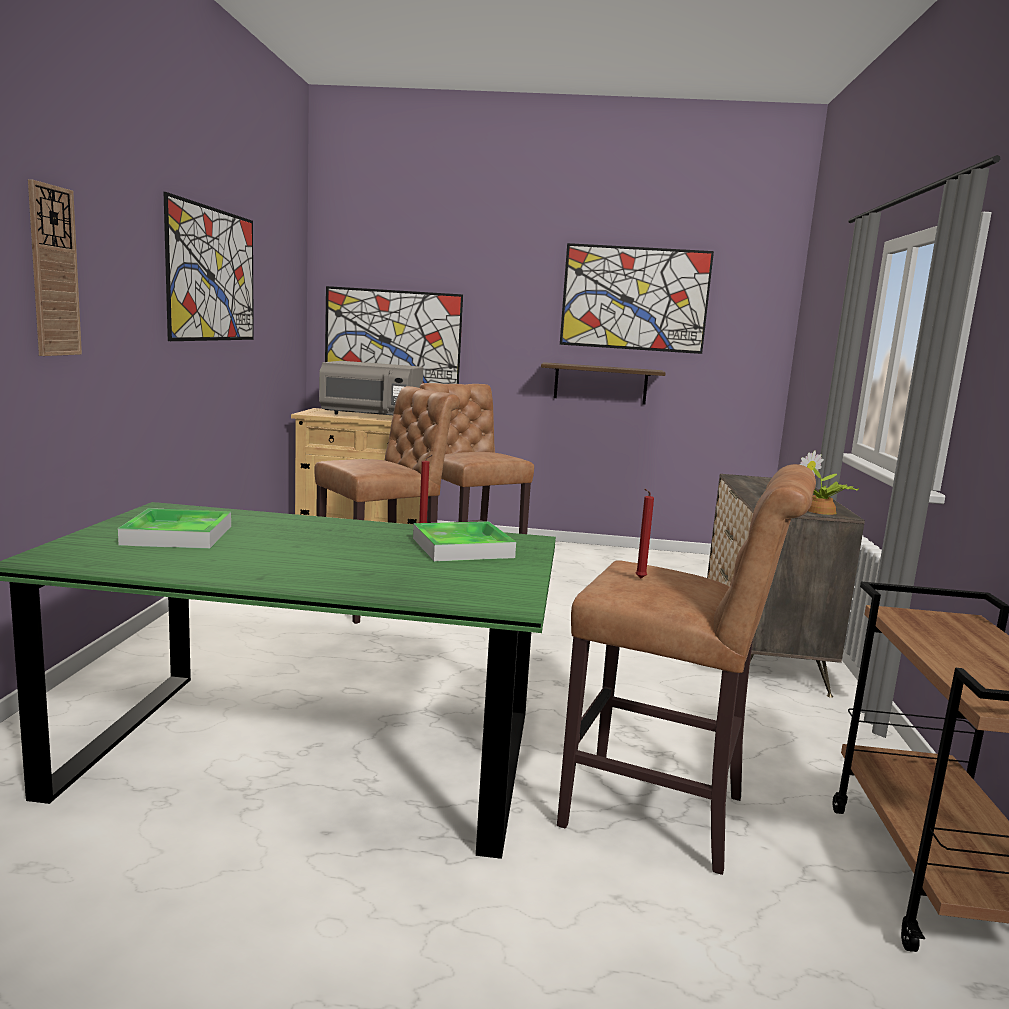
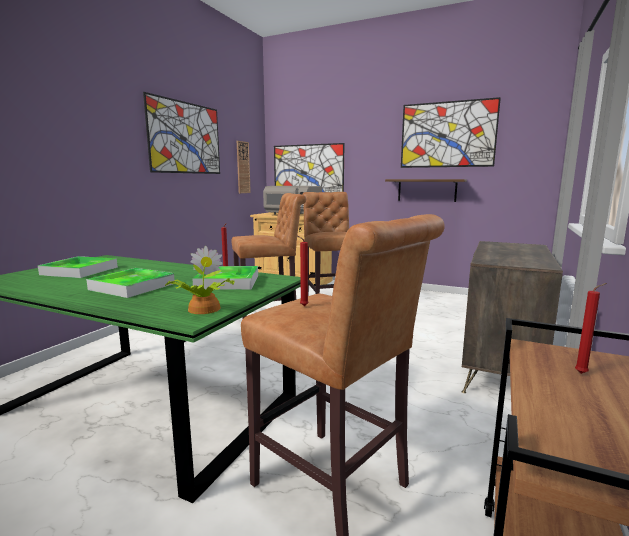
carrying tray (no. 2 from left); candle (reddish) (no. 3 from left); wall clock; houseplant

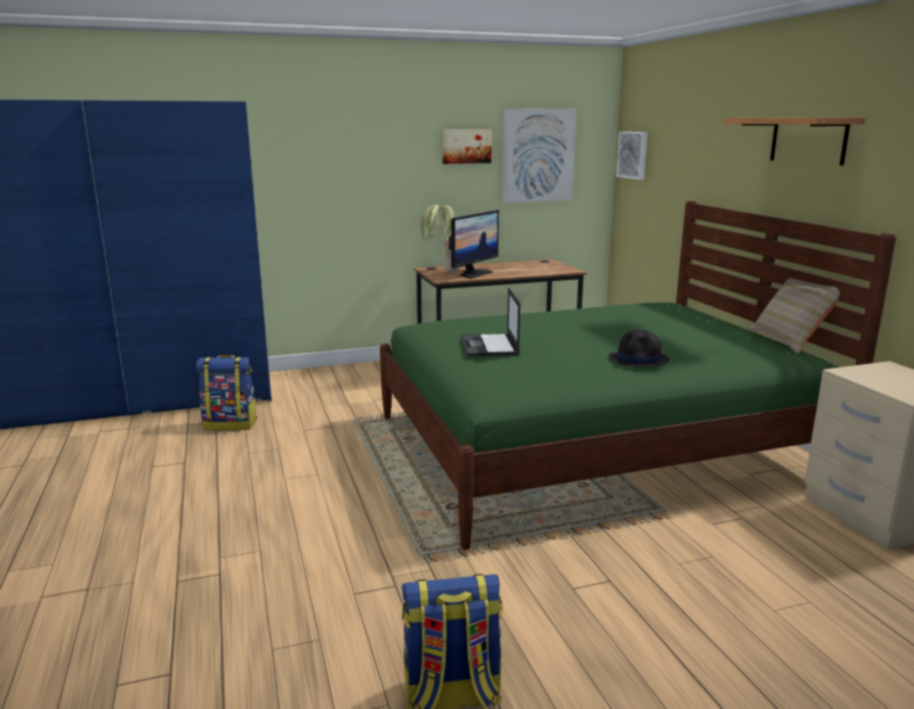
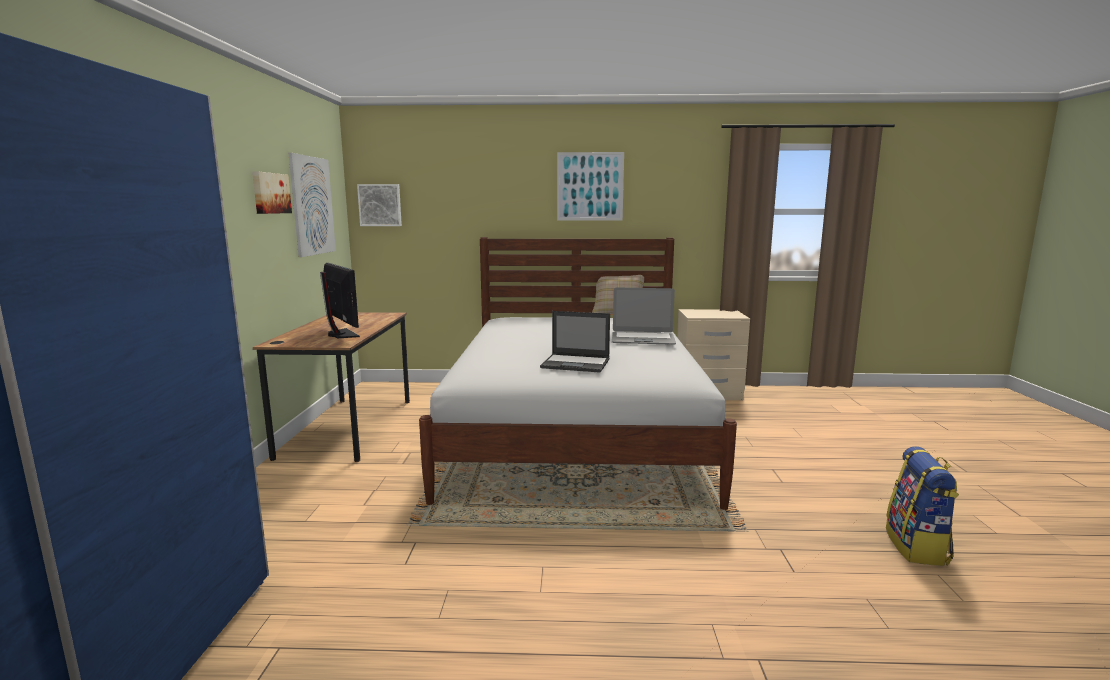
backpack (no. 1 from left in the first image); houseplant; portable computer (no. 2 from left); wall picture (no. 4 from left); bed (white-coloured)

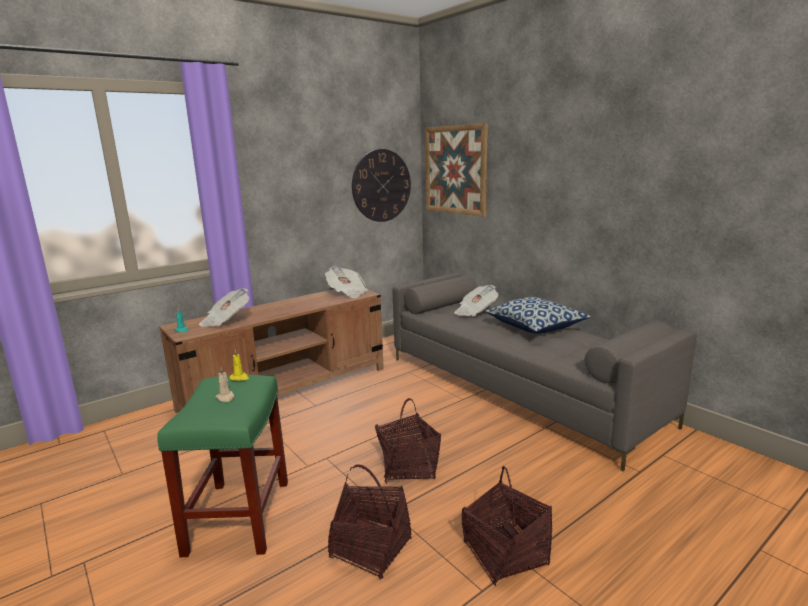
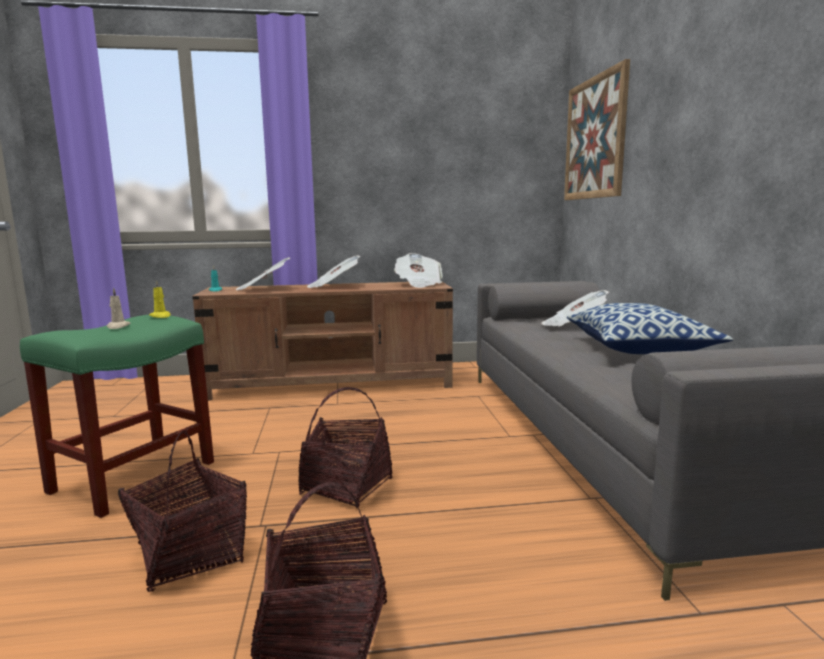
wall clock; daily paper (no. 2 from left)

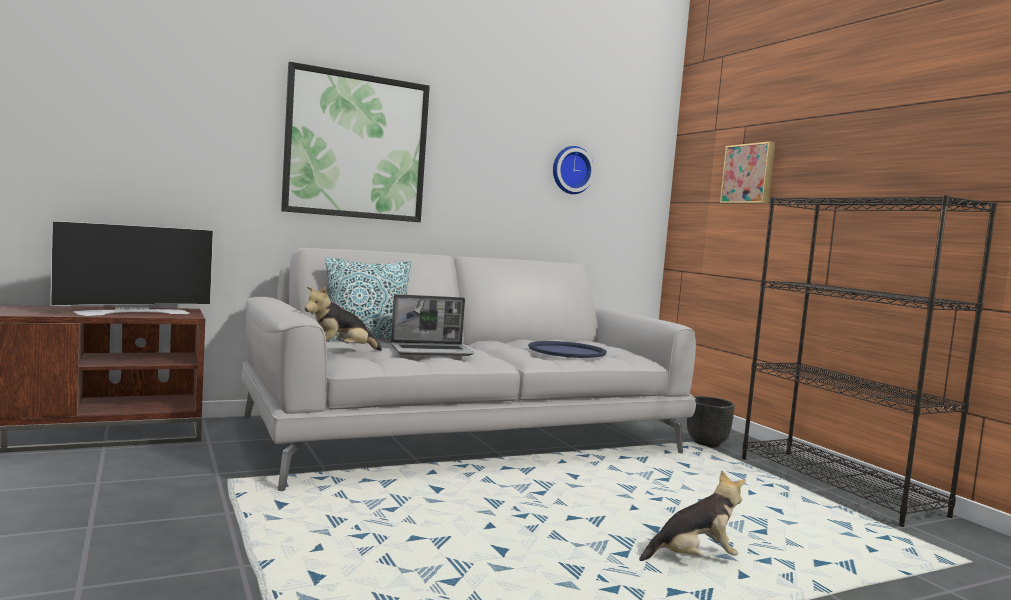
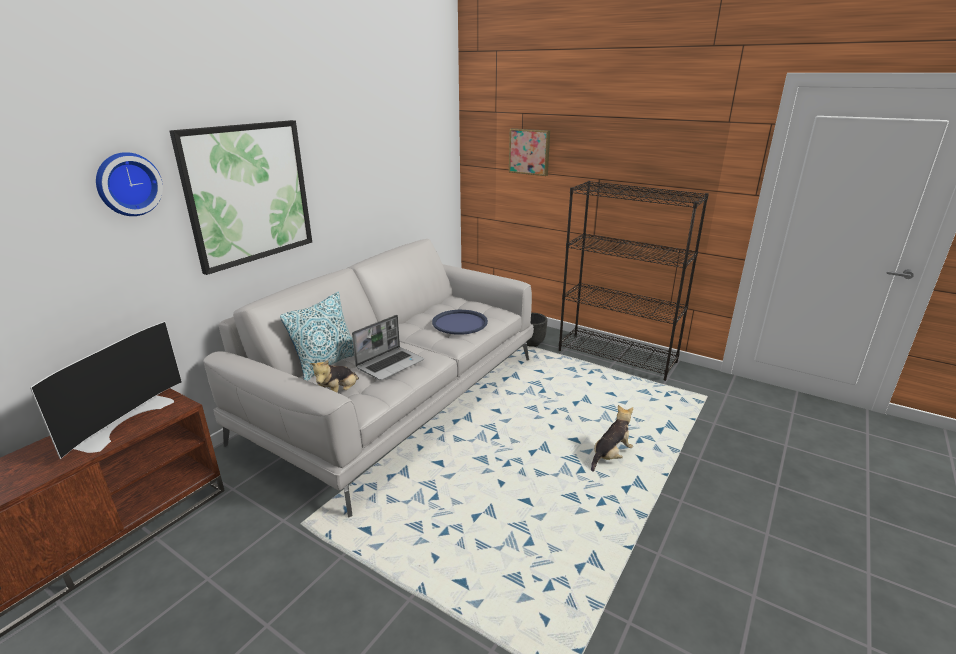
wall clock

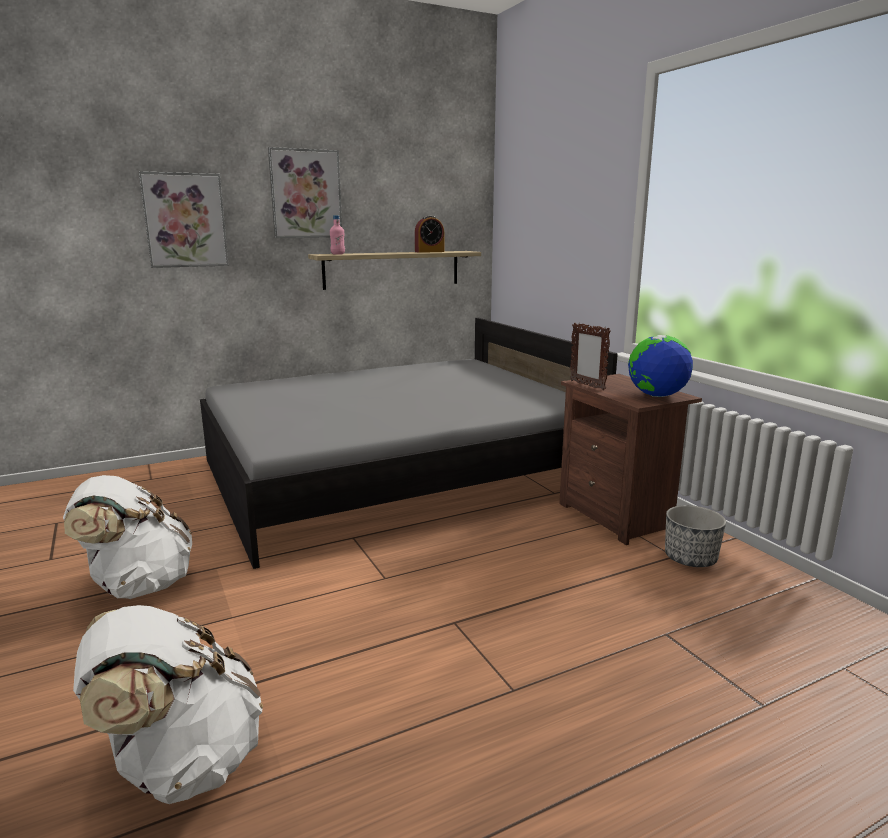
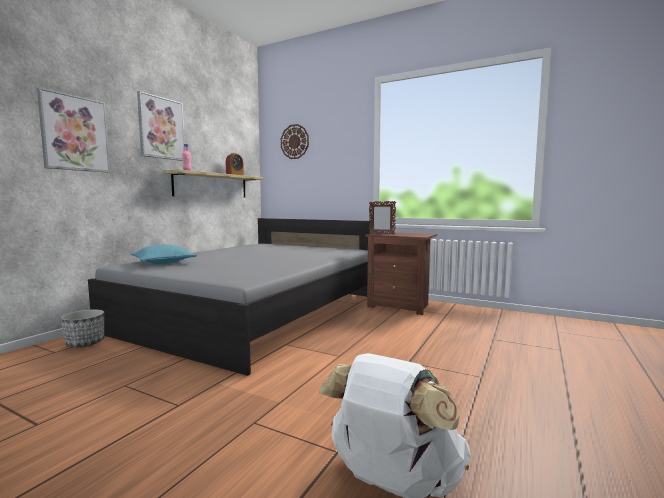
backpack (white-coloured) (no. 1 from left in the first image); world globe; throw pillow (turquoise); wall clock; flower pot

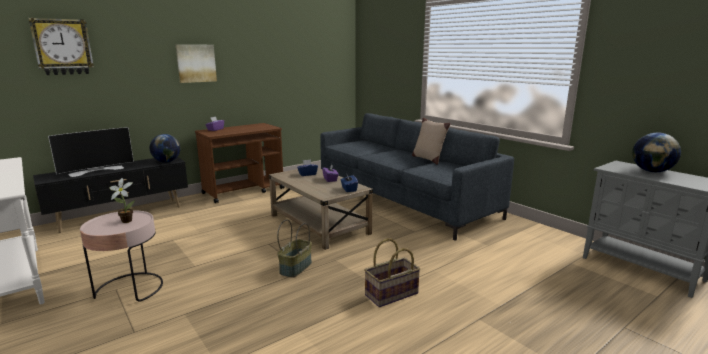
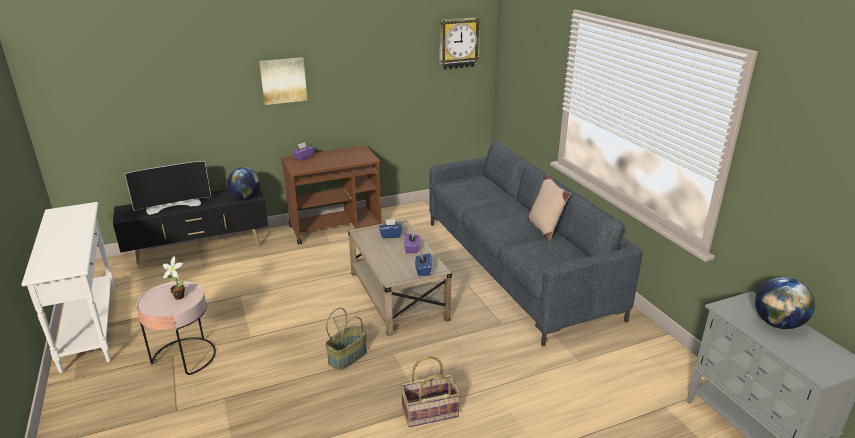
wall clock

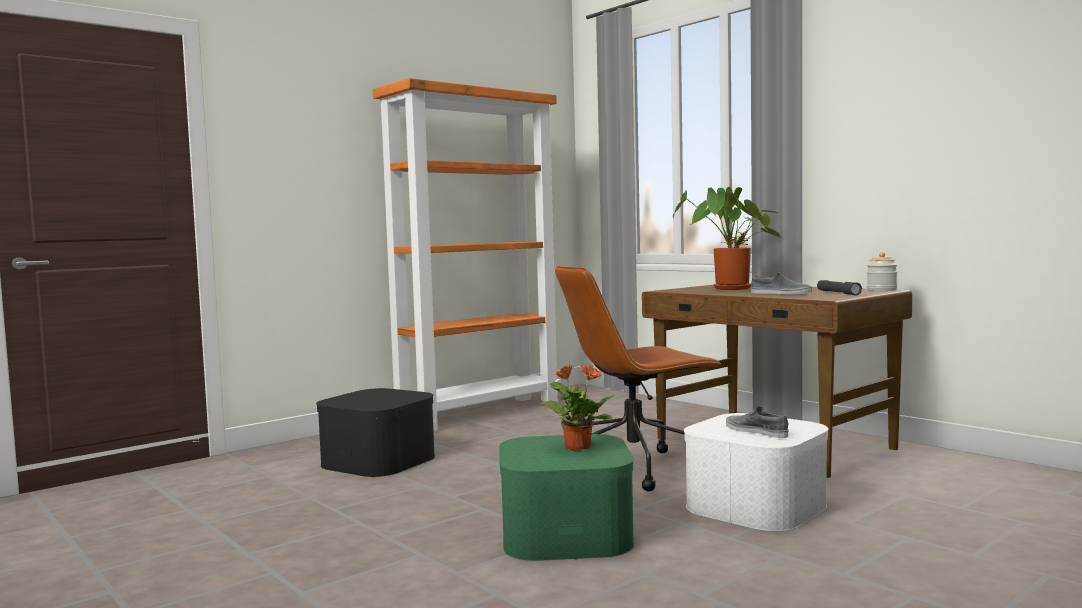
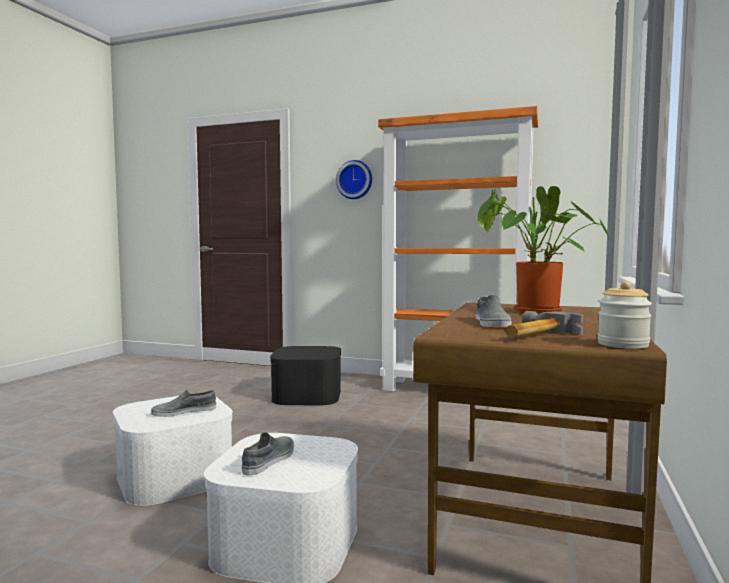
computer chair (brownish); wall clock; shoe (gray) (no. 1 from left); tool hammer; storage bin (white-coloured) (no. 1 from left)

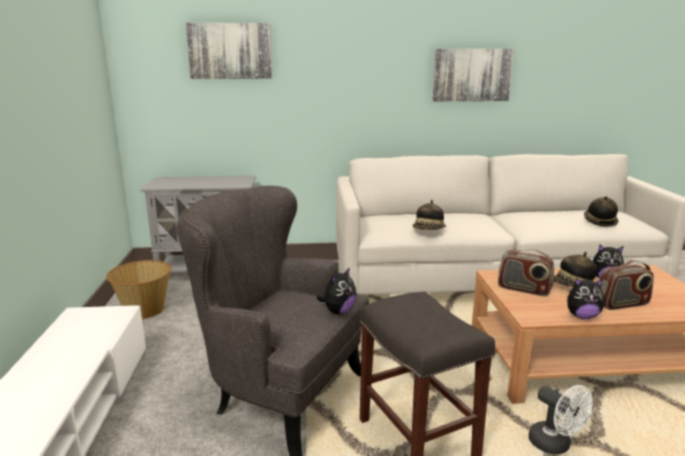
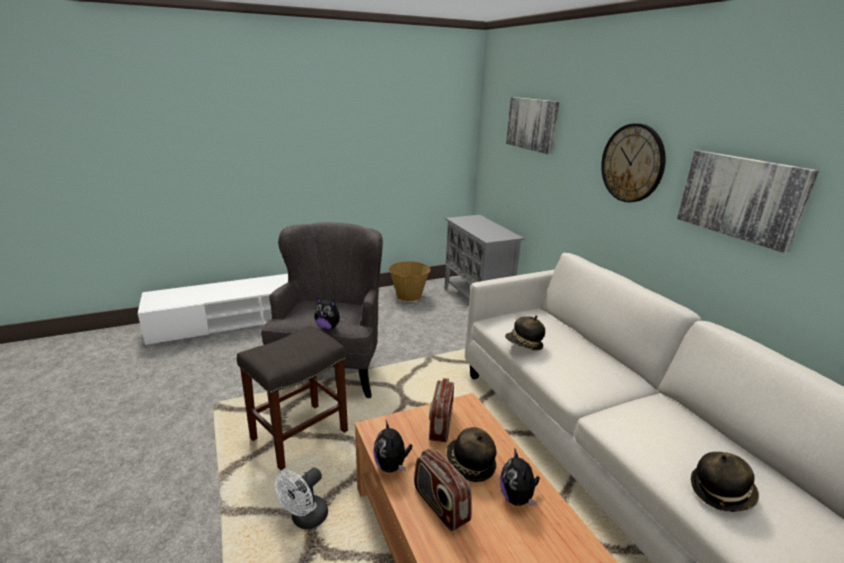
wall clock

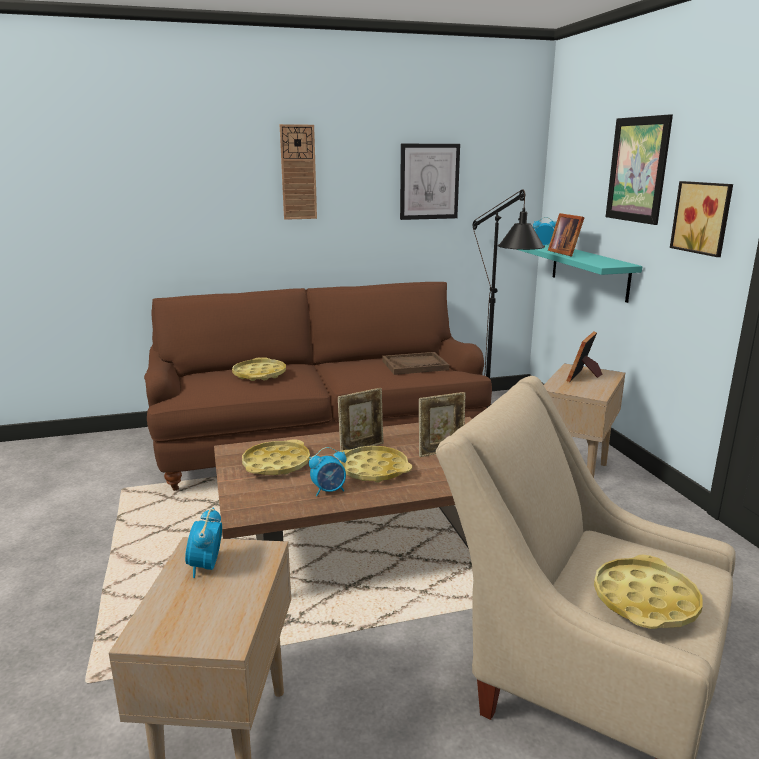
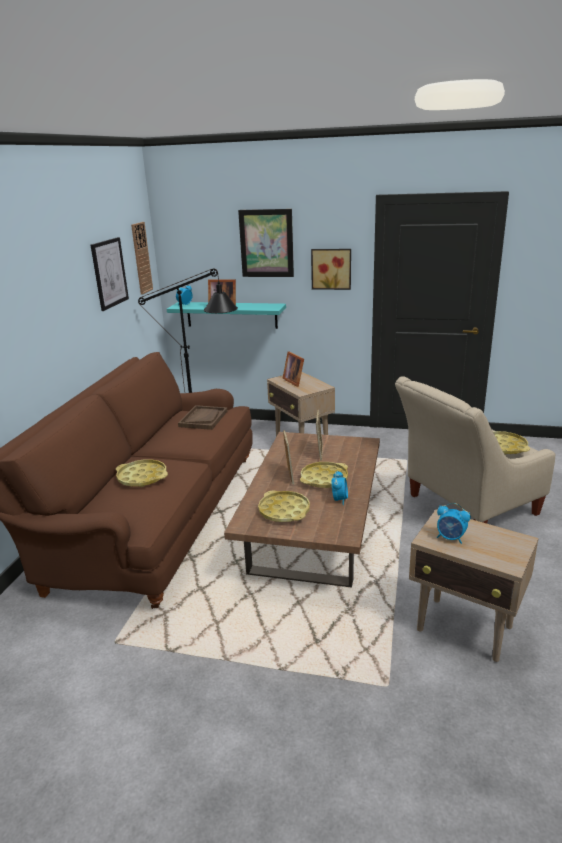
wall clock

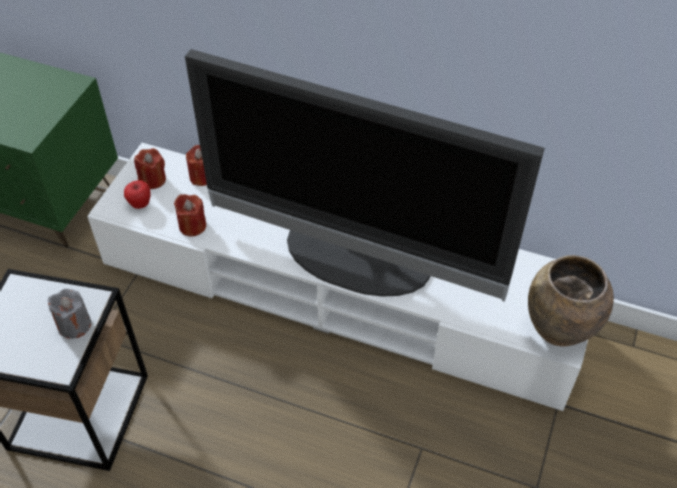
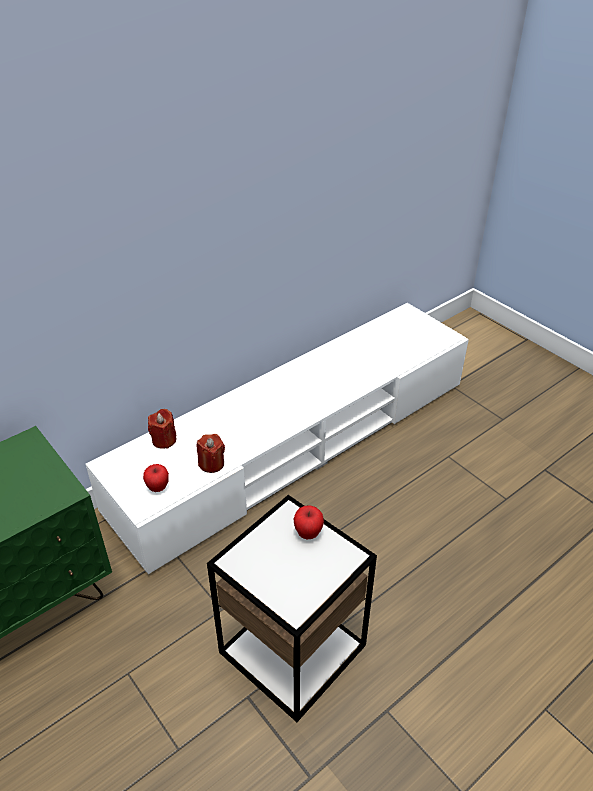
candle (reddish) (no. 1 from left in the first image); TV; flower vase (brownish); whole apple (no. 2 from left)

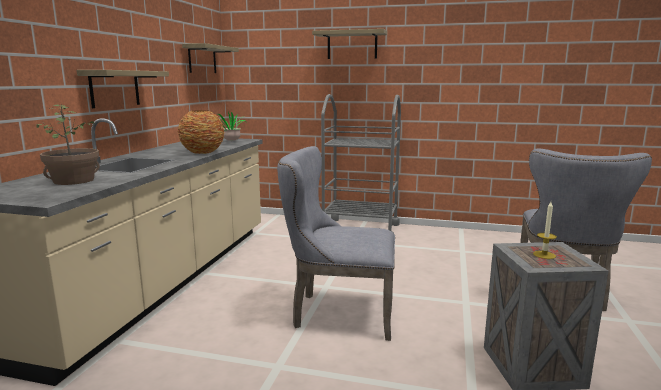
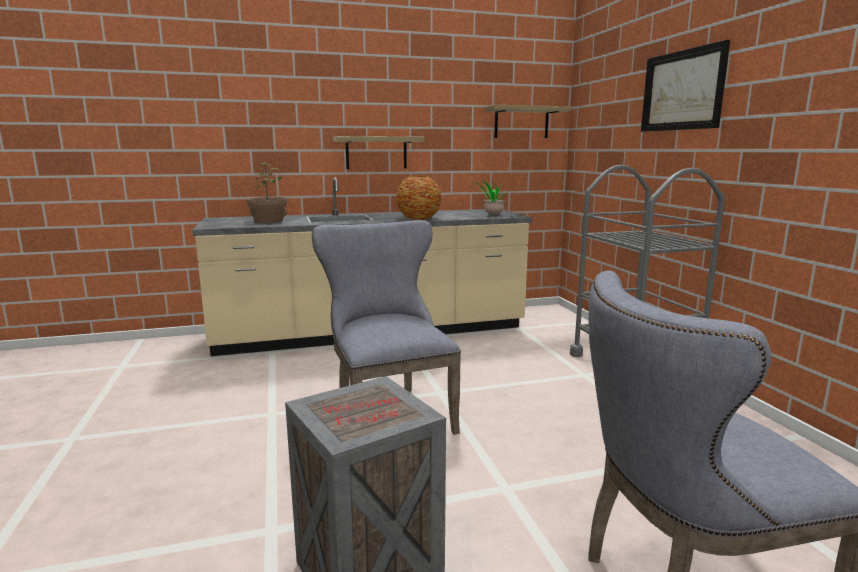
candle; wall picture

